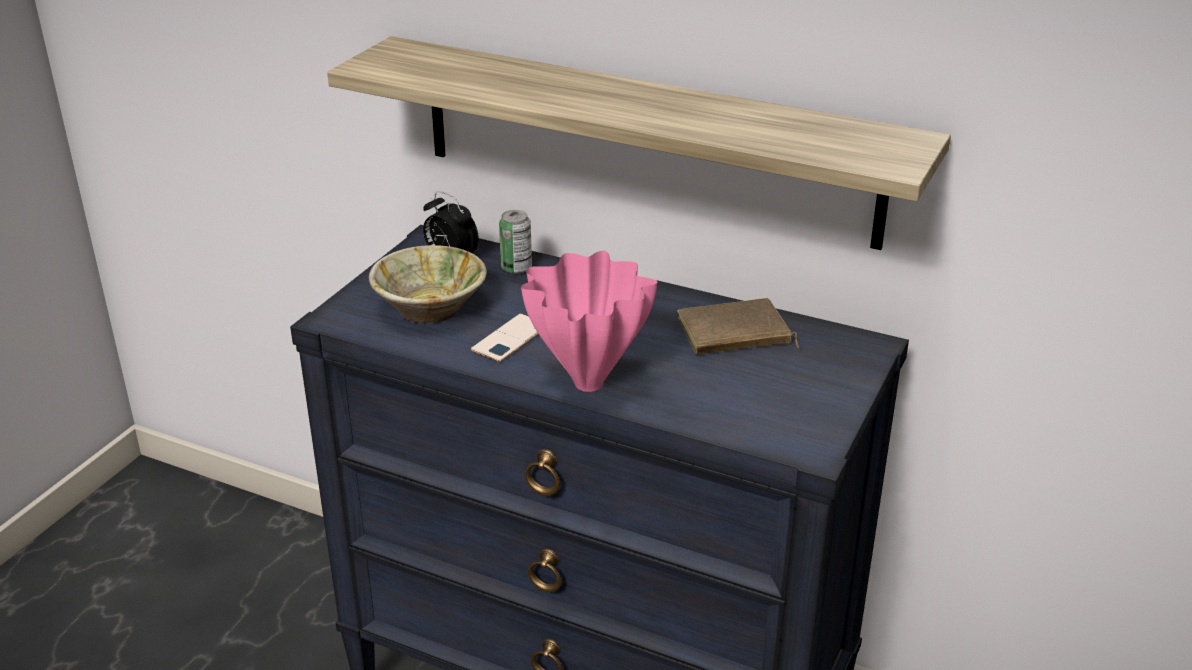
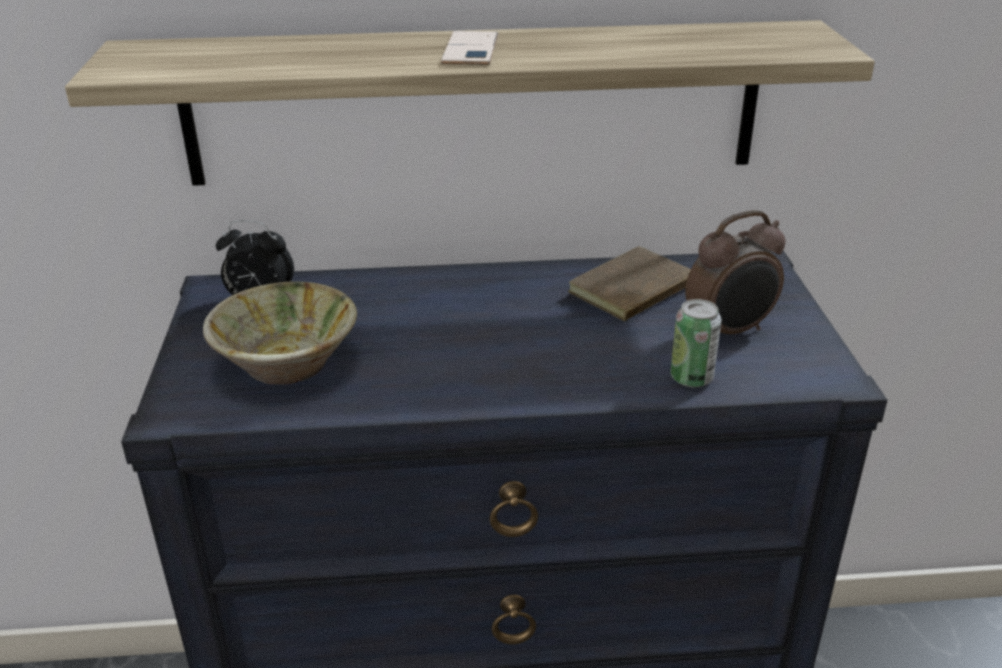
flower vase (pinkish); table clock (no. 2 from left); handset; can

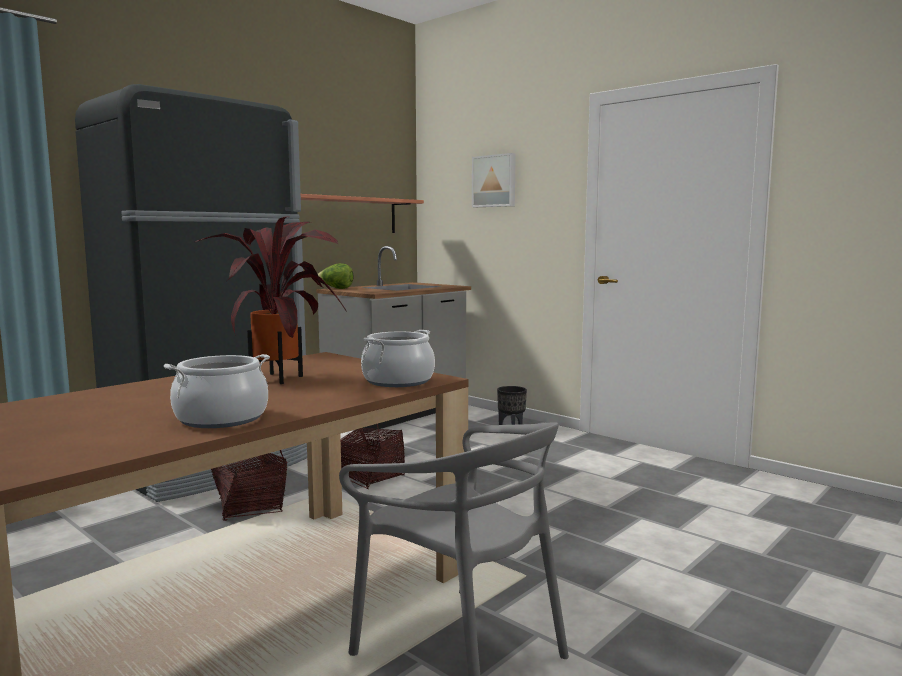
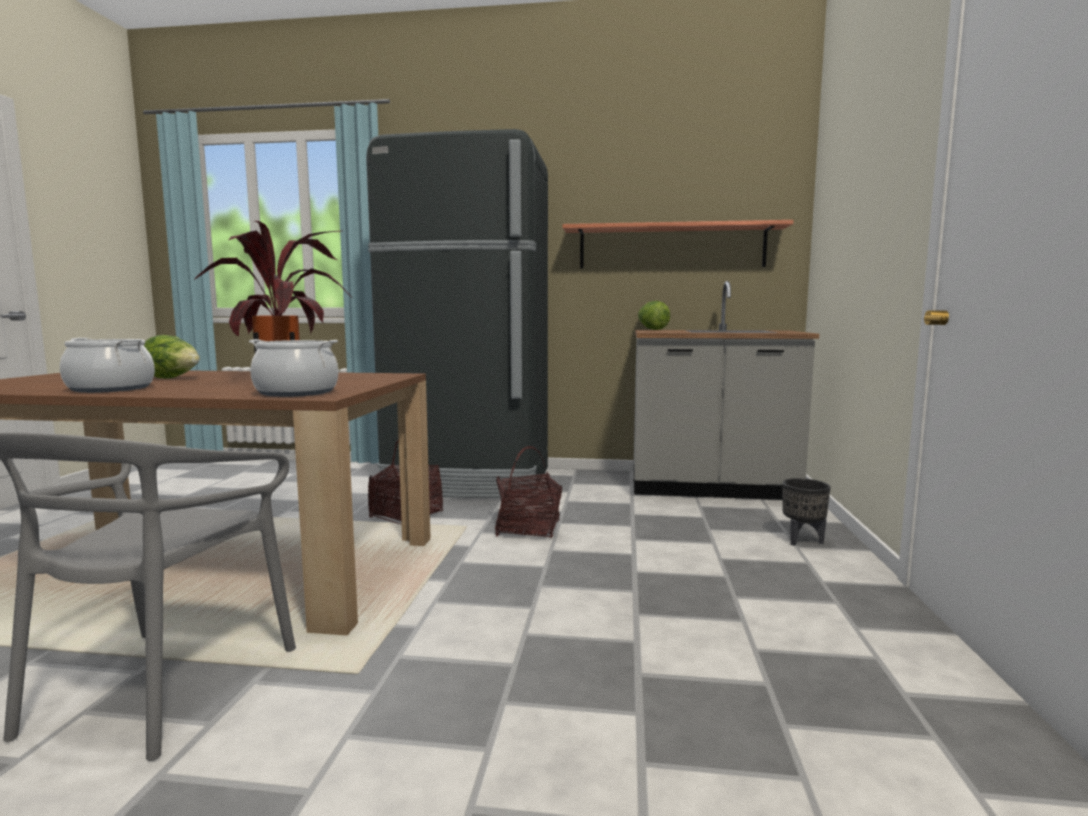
wall picture; lettuce (no. 1 from left)

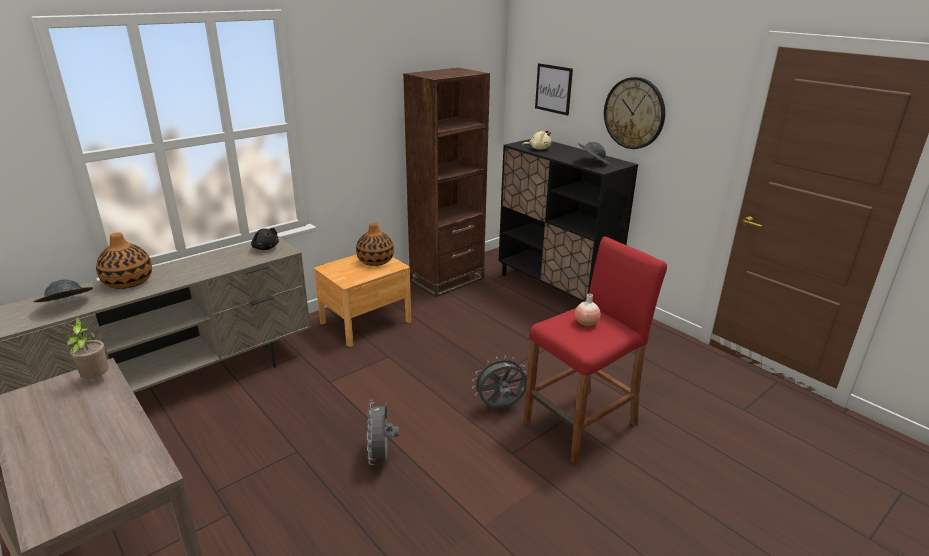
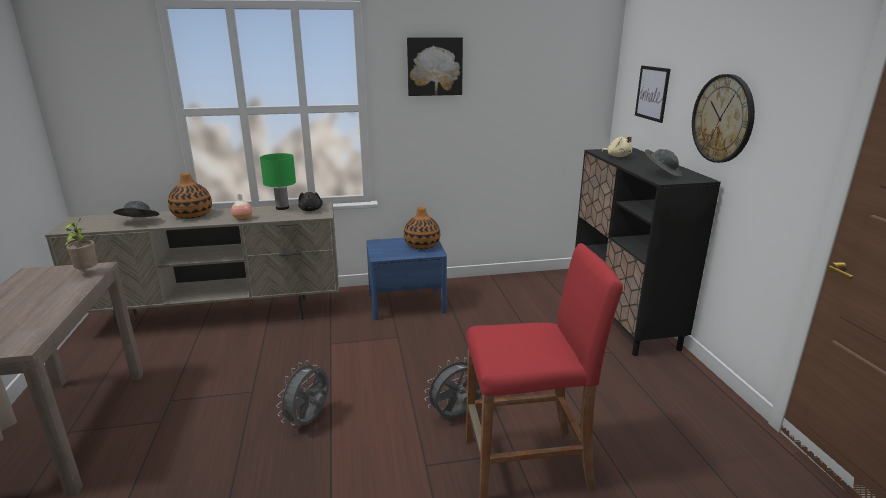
bookshelf (brownish); tabletop lamp (greenish); wall picture (no. 1 from left); flower vase (no. 2 from left); night table (bluish); electric fan (gray) (no. 2 from left)

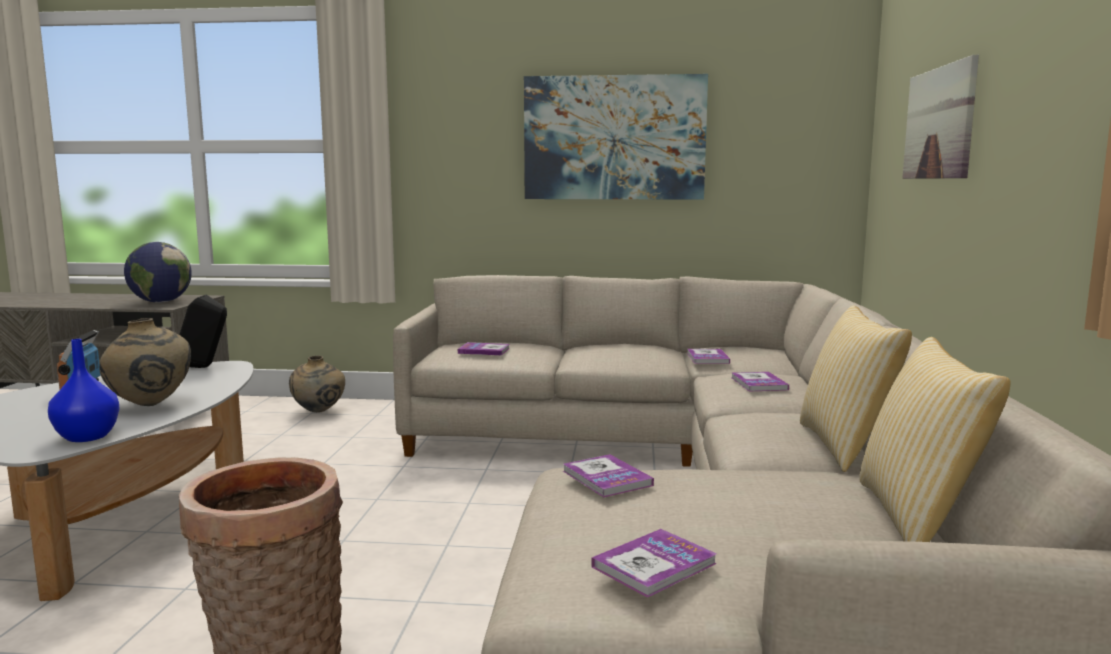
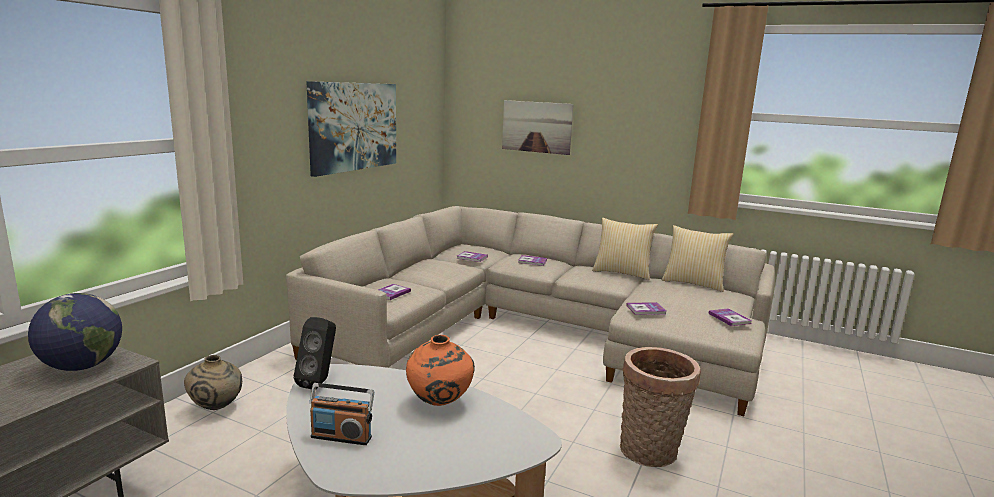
flower vase (bluish); flower vase (orange)

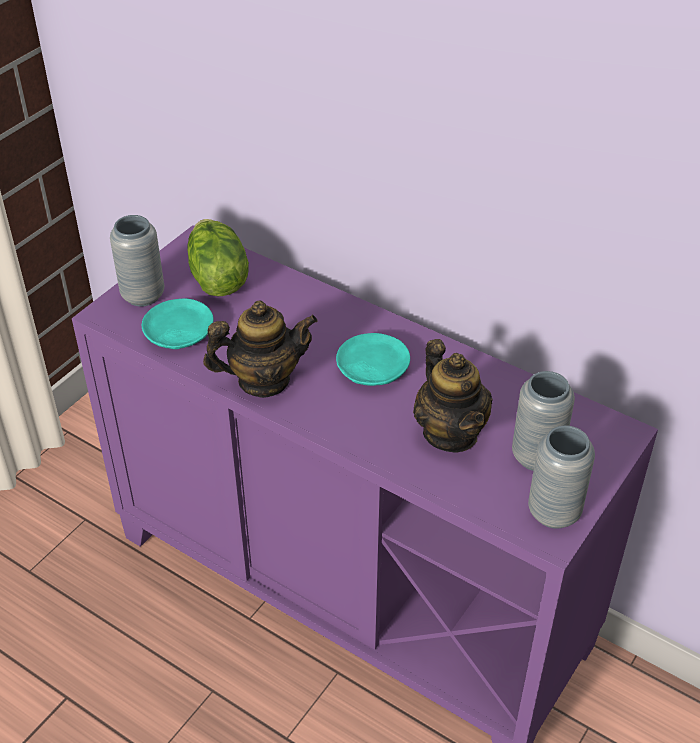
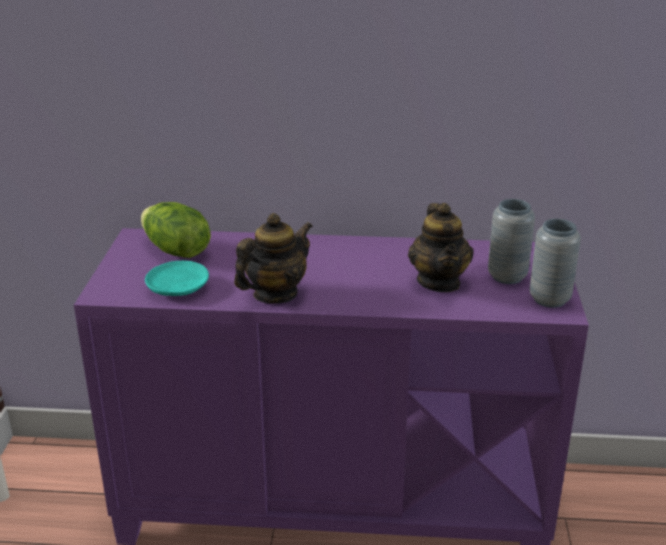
flower vase (gray) (no. 1 from left in the first image); dinner plate (turquoise) (no. 2 from left in the first image); teapot (no. 2 from left)

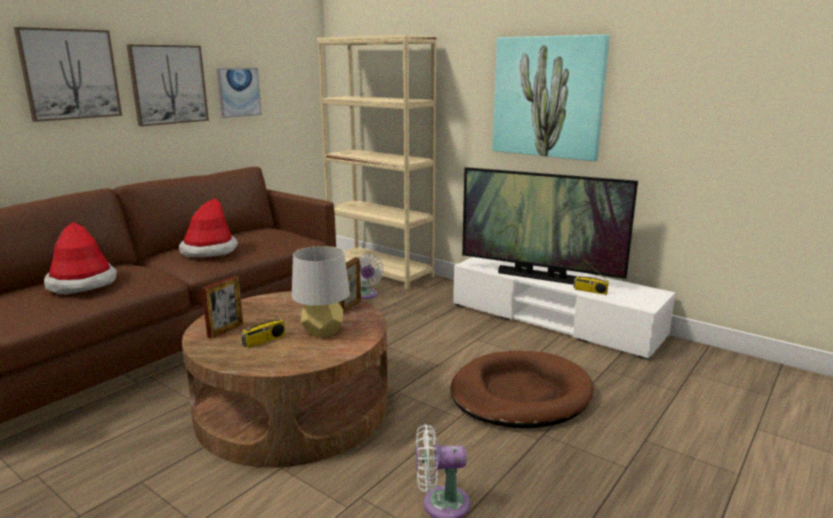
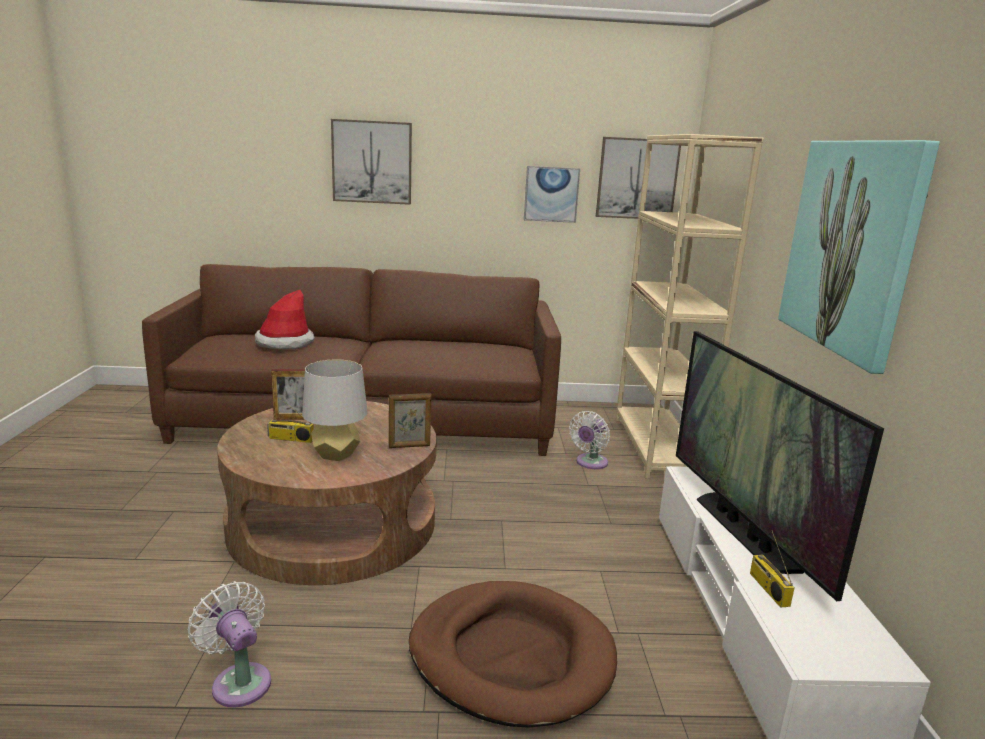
wearable hat (no. 2 from left in the first image); wall picture (no. 3 from left)

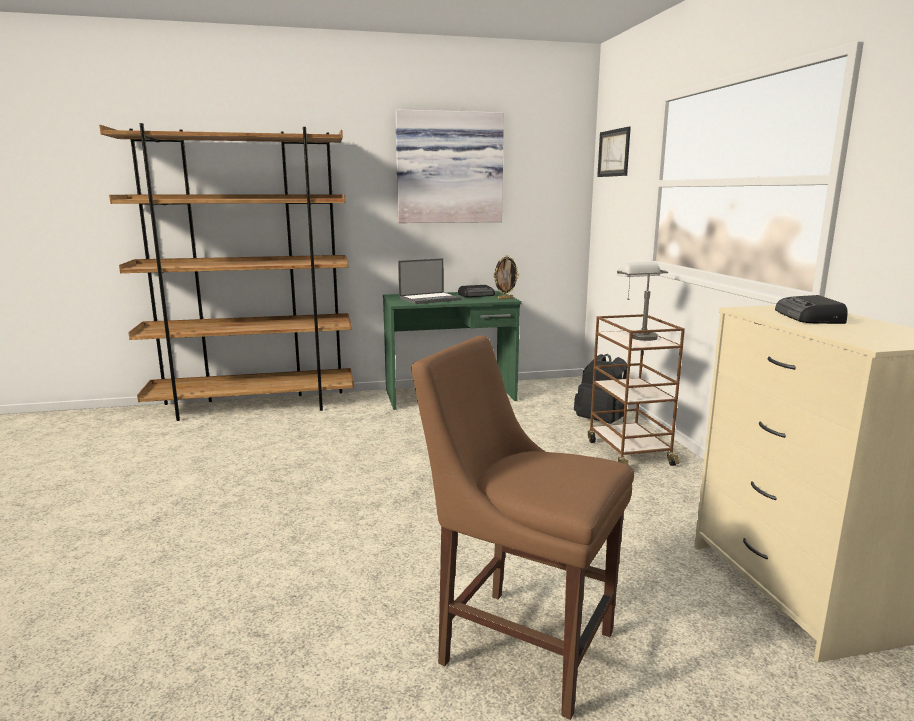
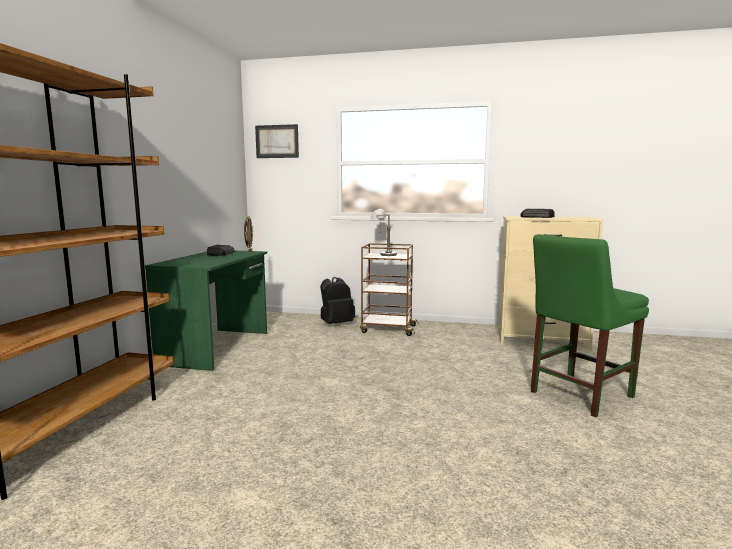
wall picture (no. 1 from left in the first image); portable computer; plain chair (greenish)

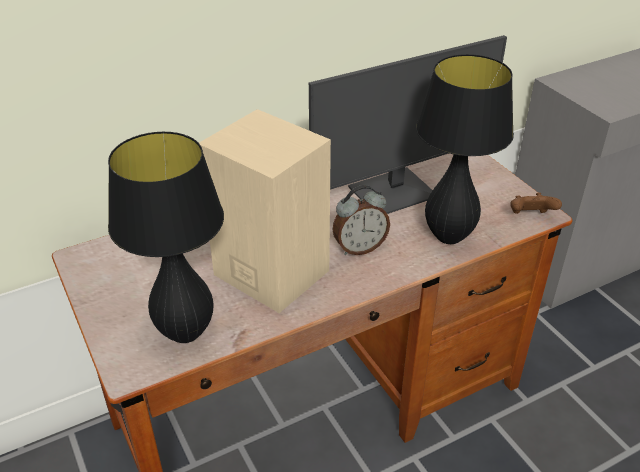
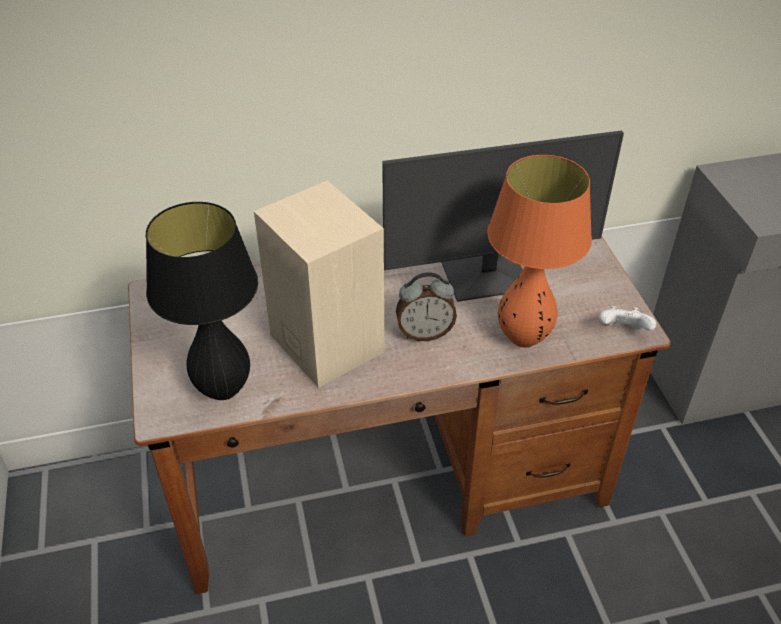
tabletop lamp (orange); game controller (white-coloured)

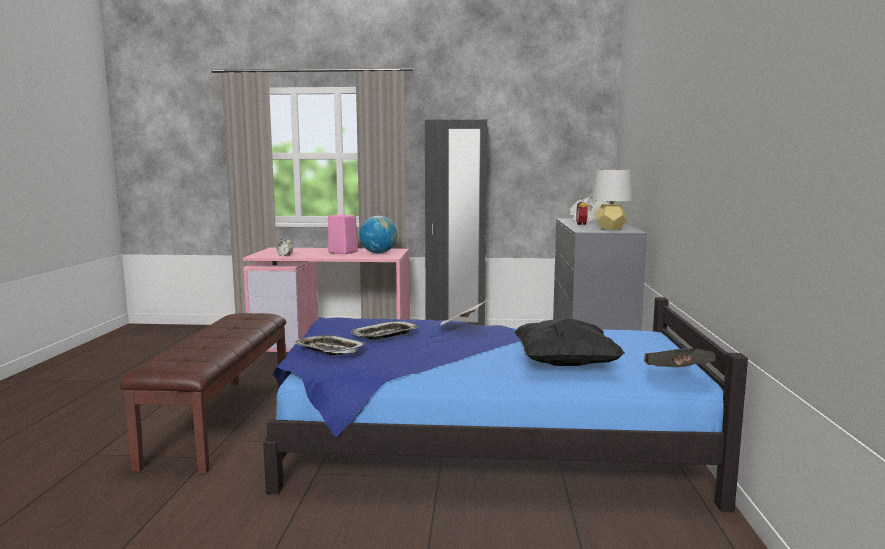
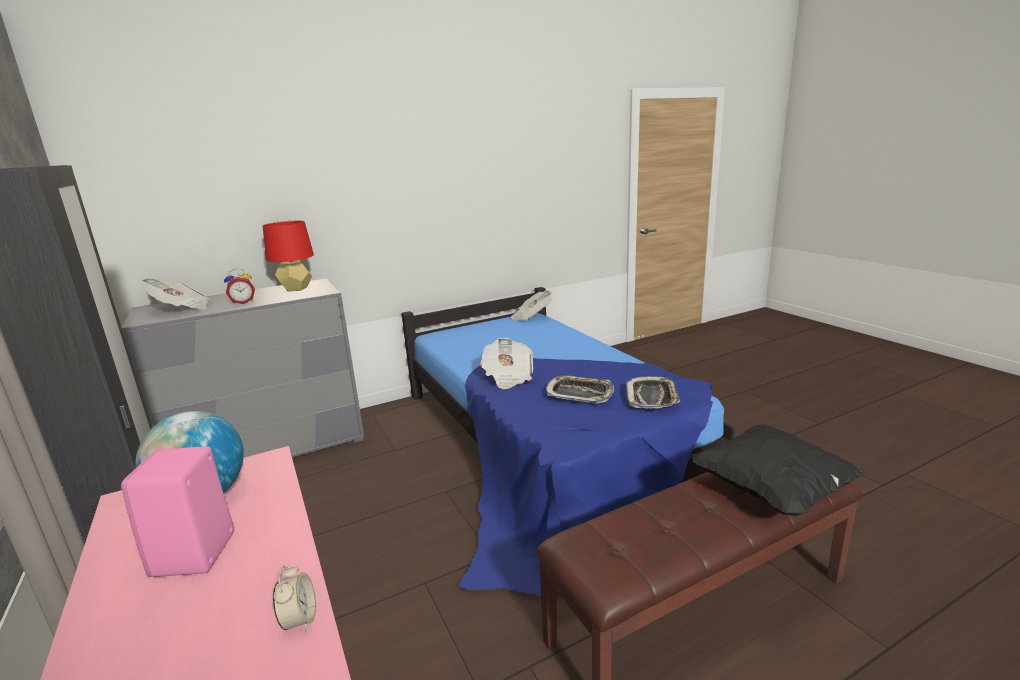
throw pillow (black-coloured); tabletop lamp (reddish)

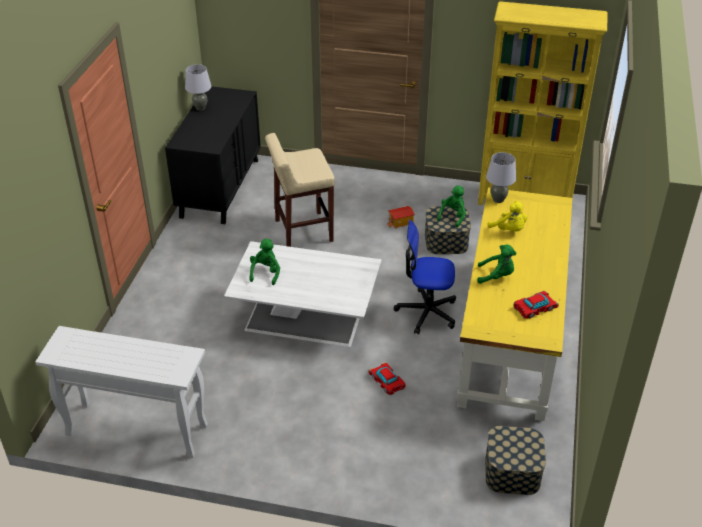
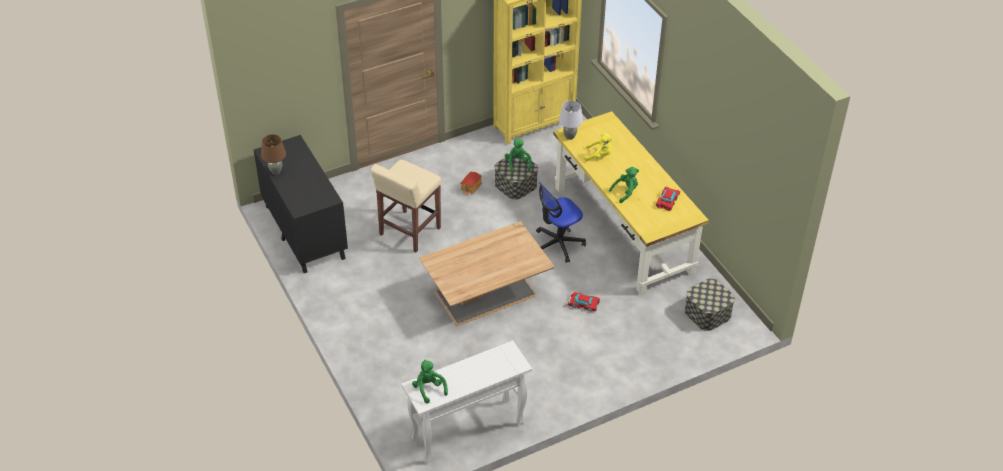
soft toy (greenish) (no. 1 from left); tabletop lamp (brownish); lounge table (brownish)

